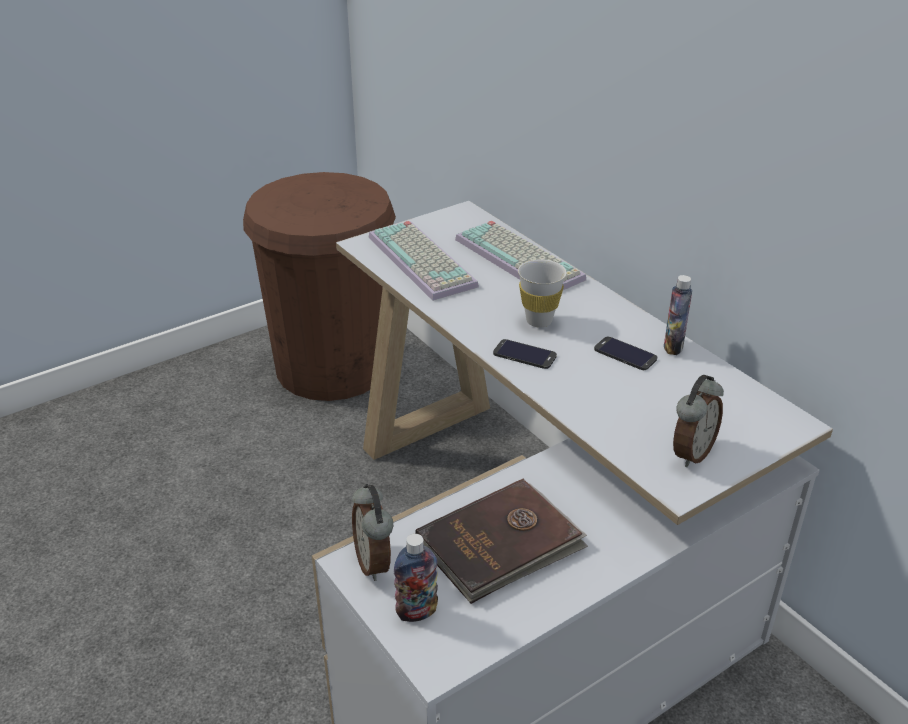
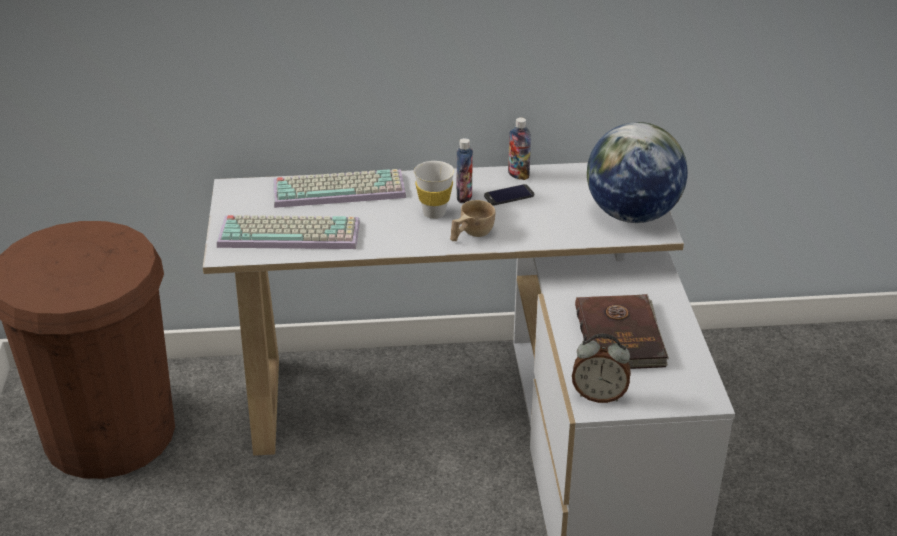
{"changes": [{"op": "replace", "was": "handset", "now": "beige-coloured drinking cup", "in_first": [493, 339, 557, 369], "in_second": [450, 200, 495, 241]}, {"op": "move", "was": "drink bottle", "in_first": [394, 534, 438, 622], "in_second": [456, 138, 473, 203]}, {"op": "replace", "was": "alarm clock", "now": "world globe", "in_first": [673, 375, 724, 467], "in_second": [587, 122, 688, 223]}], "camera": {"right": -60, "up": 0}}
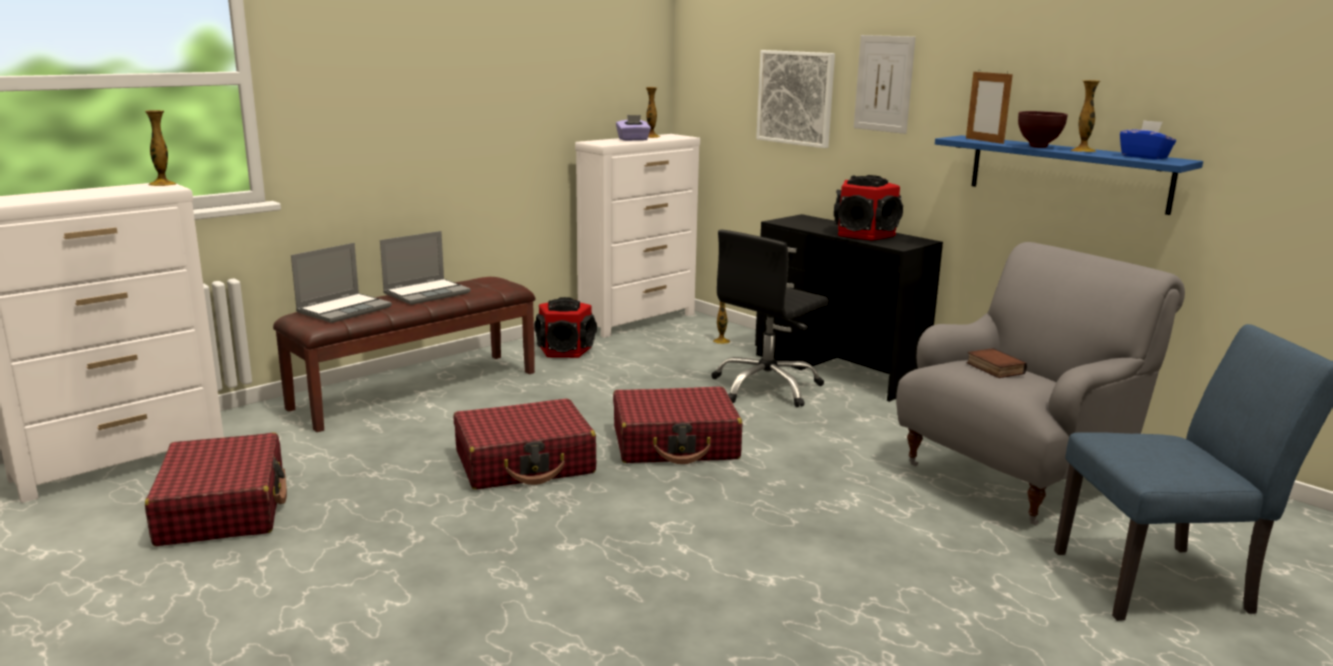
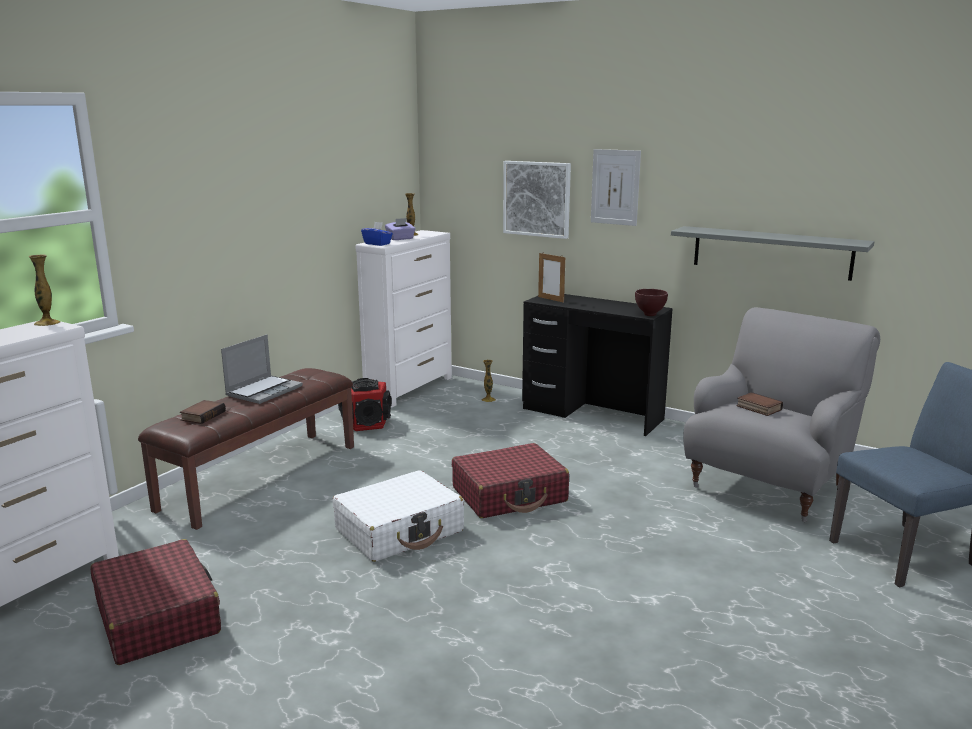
{"changes": [{"op": "replace", "was": "notebook computer", "now": "book", "in_first": [291, 243, 392, 323], "in_second": [180, 400, 226, 424]}, {"op": "recolor", "was": "reddish suitcase", "now": "whitish suitcase", "in_first": [454, 399, 596, 490], "in_second": [333, 470, 464, 562]}, {"op": "move", "was": "bluish tissue holder", "in_first": [1120, 120, 1176, 160], "in_second": [361, 222, 393, 246]}, {"op": "move", "was": "standing frame", "in_first": [966, 72, 1013, 144], "in_second": [538, 253, 565, 303]}, {"op": "move", "was": "brown-coloured deep dish", "in_first": [1018, 111, 1068, 148], "in_second": [635, 289, 668, 316]}, {"op": "recolor", "was": "bluish bracket shelf", "now": "grey bracket shelf", "in_first": [935, 135, 1203, 215], "in_second": [671, 226, 874, 281]}, {"op": "delete", "was": "blackish computer chair", "in_first": [711, 230, 829, 407]}, {"op": "delete", "was": "speaker", "in_first": [834, 175, 903, 241]}, {"op": "delete", "was": "vase", "in_first": [1070, 80, 1100, 152]}], "camera": {"right": -15, "up": 0}}
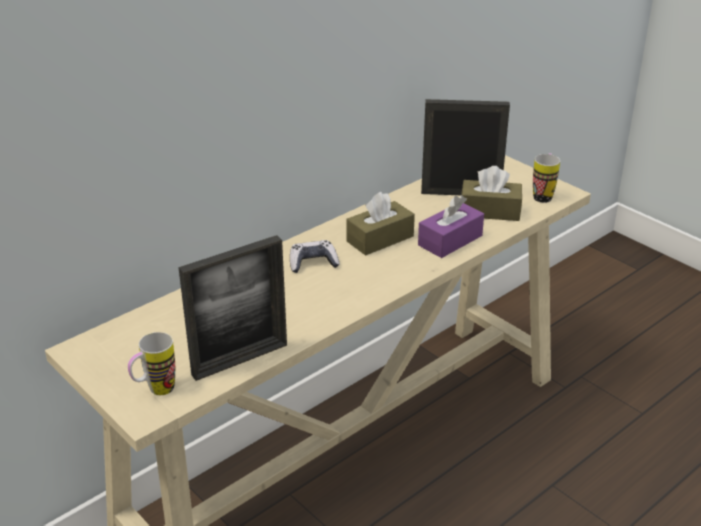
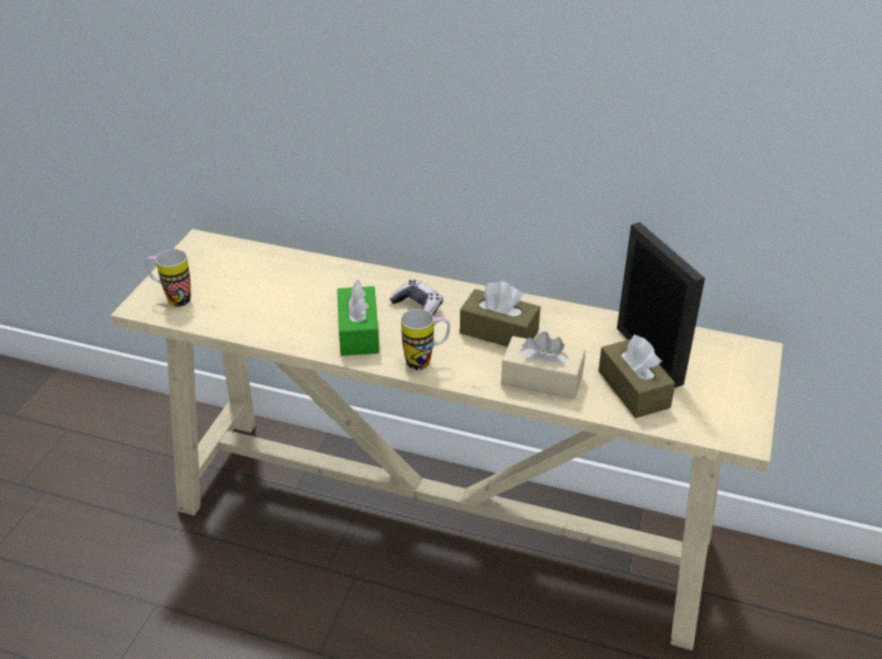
{"changes": [{"op": "insert", "now": "green-coloured tissue holder", "in_second": [337, 280, 379, 356]}, {"op": "move", "was": "tea mug", "in_first": [533, 153, 560, 203], "in_second": [401, 309, 450, 370]}, {"op": "recolor", "was": "purple-coloured tissue holder", "now": "beige-coloured tissue holder", "in_first": [418, 195, 484, 258], "in_second": [501, 331, 585, 399]}, {"op": "delete", "was": "standing frame", "in_first": [178, 235, 287, 381]}], "camera": {"right": 60, "up": 5}}
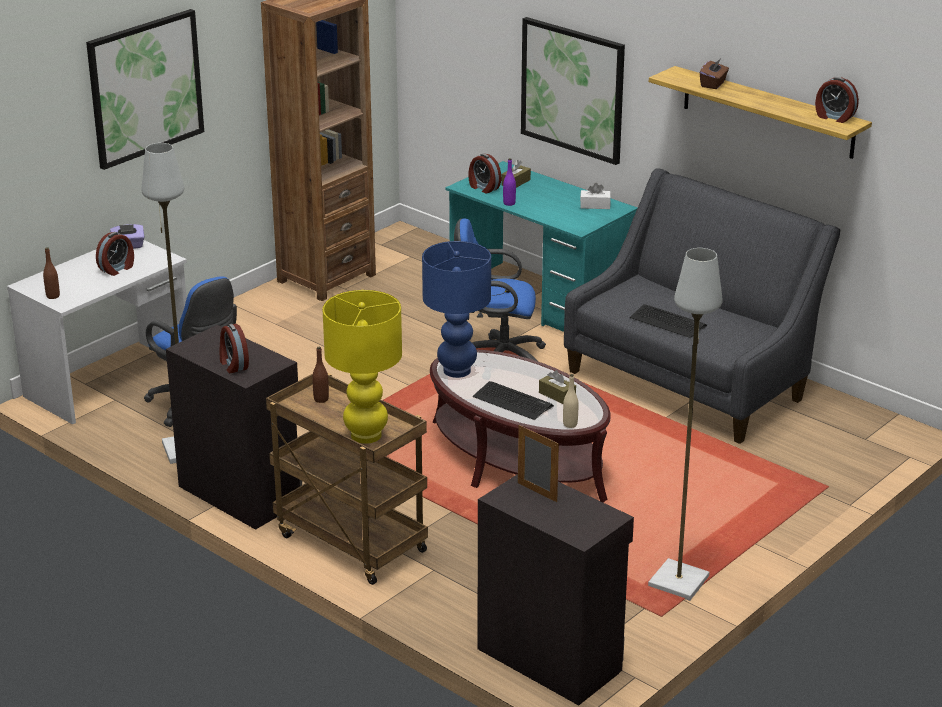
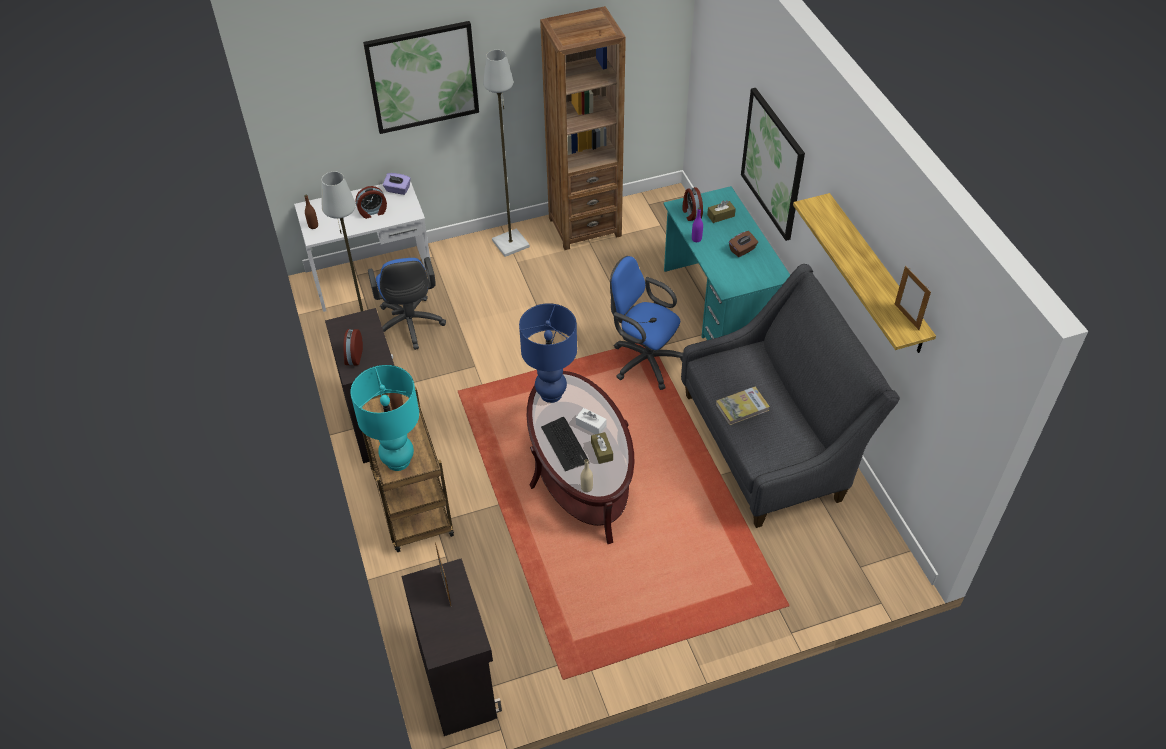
{"changes": [{"op": "recolor", "was": "yellow table lamp", "now": "turquoise table lamp", "in_first": [323, 290, 402, 444], "in_second": [350, 365, 419, 471]}, {"op": "move", "was": "grey standing lamp", "in_first": [648, 248, 722, 601], "in_second": [483, 50, 530, 257]}, {"op": "move", "was": "whitish tissue holder", "in_first": [580, 183, 611, 209], "in_second": [576, 408, 606, 434]}, {"op": "replace", "was": "keyboard", "now": "book", "in_first": [630, 304, 707, 338], "in_second": [716, 387, 770, 425]}, {"op": "move", "was": "brown-coloured tissue holder", "in_first": [700, 59, 729, 89], "in_second": [729, 231, 758, 257]}, {"op": "replace", "was": "alarm clock", "now": "standing frame", "in_first": [815, 77, 859, 123], "in_second": [895, 266, 931, 330]}], "camera": {"right": 30, "up": 20}}
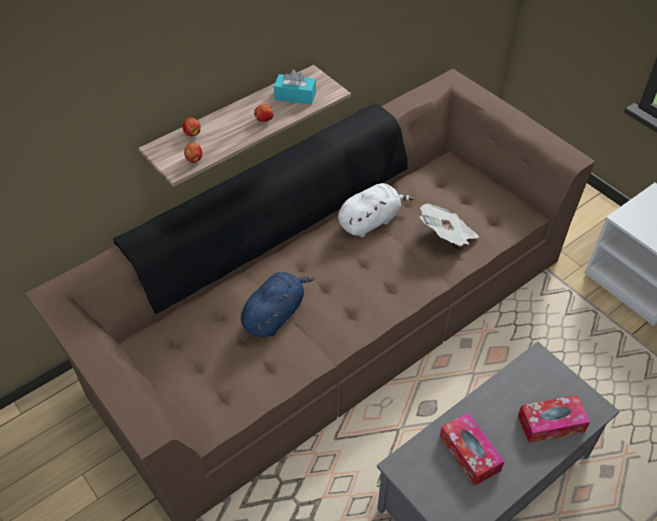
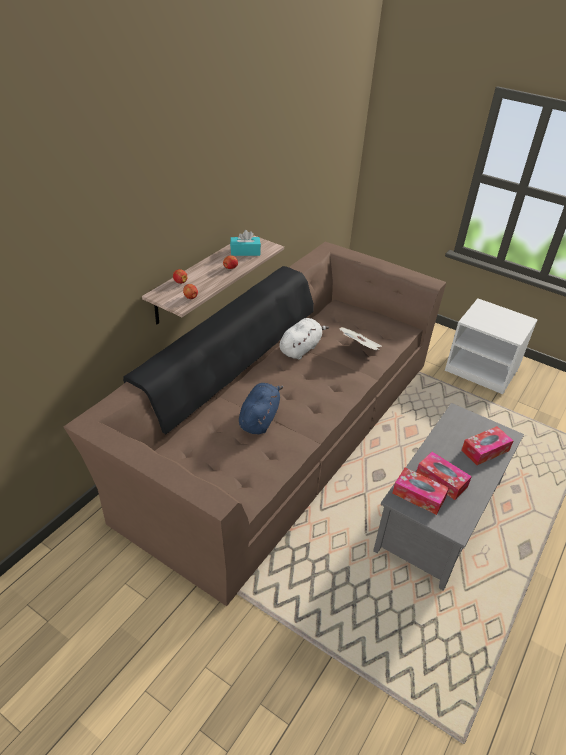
{"changes": [{"op": "insert", "now": "tissue holder", "in_second": [392, 468, 449, 515]}], "camera": {"right": -20, "up": -10}}
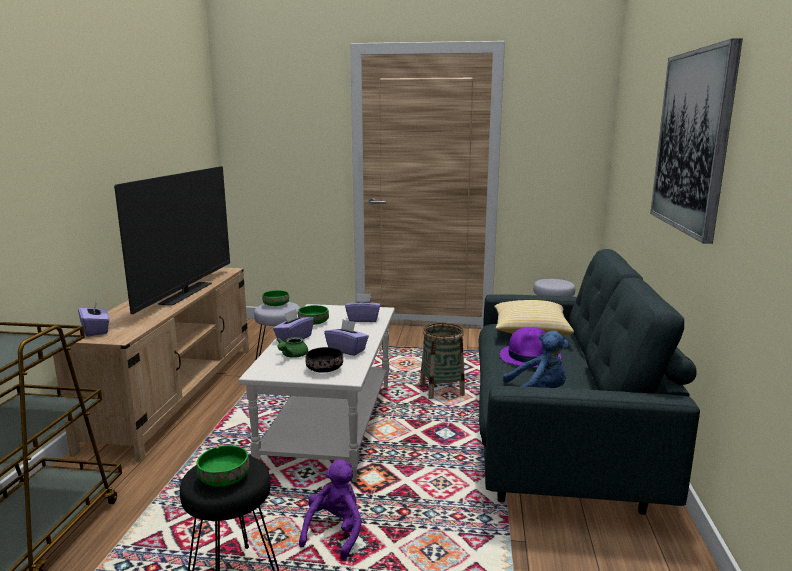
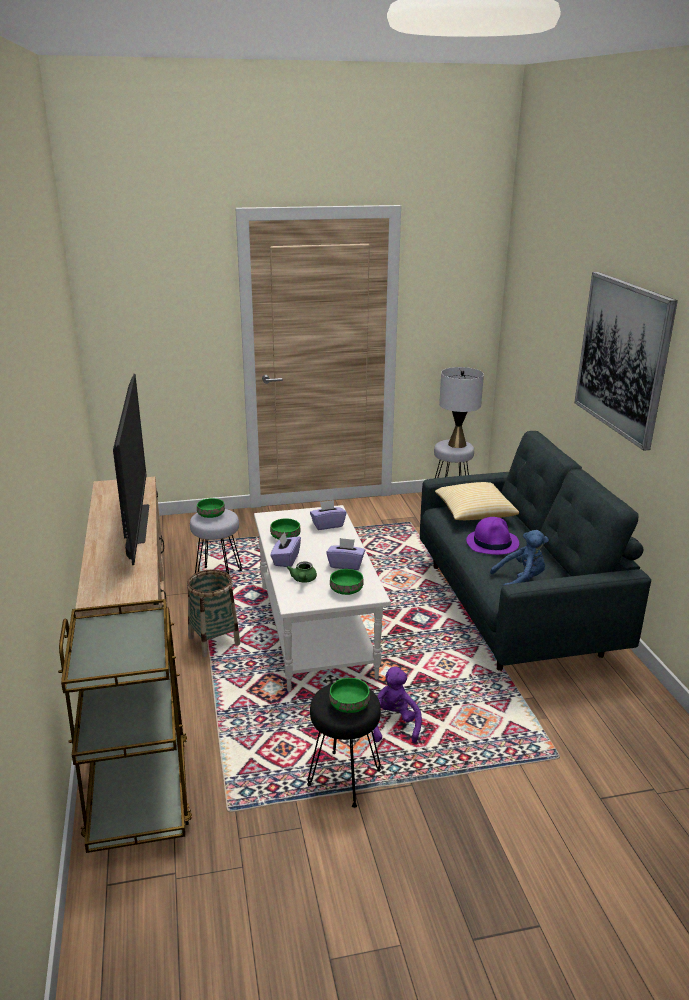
{"changes": [{"op": "move", "was": "storage basket", "in_first": [420, 323, 465, 399], "in_second": [187, 569, 240, 657]}, {"op": "recolor", "was": "blackish deep dish", "now": "green-coloured deep dish", "in_first": [306, 347, 343, 373], "in_second": [330, 569, 364, 595]}, {"op": "insert", "now": "grey table lamp", "in_second": [439, 367, 484, 448]}, {"op": "delete", "was": "purple-coloured tissue holder", "in_first": [78, 302, 110, 337]}], "camera": {"right": -20, "up": 10}}
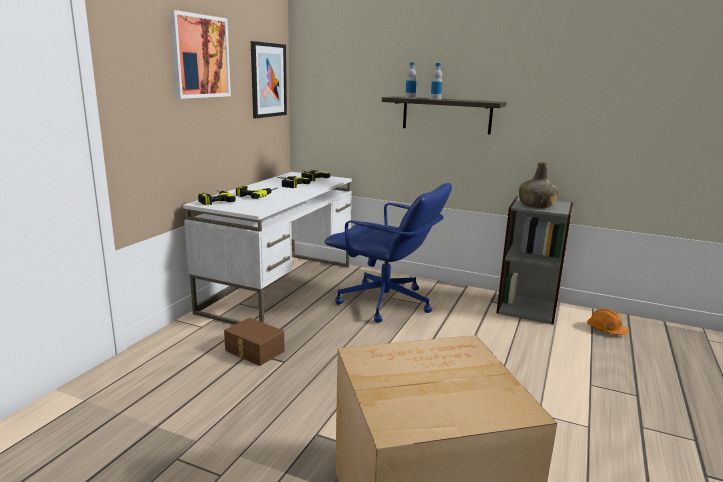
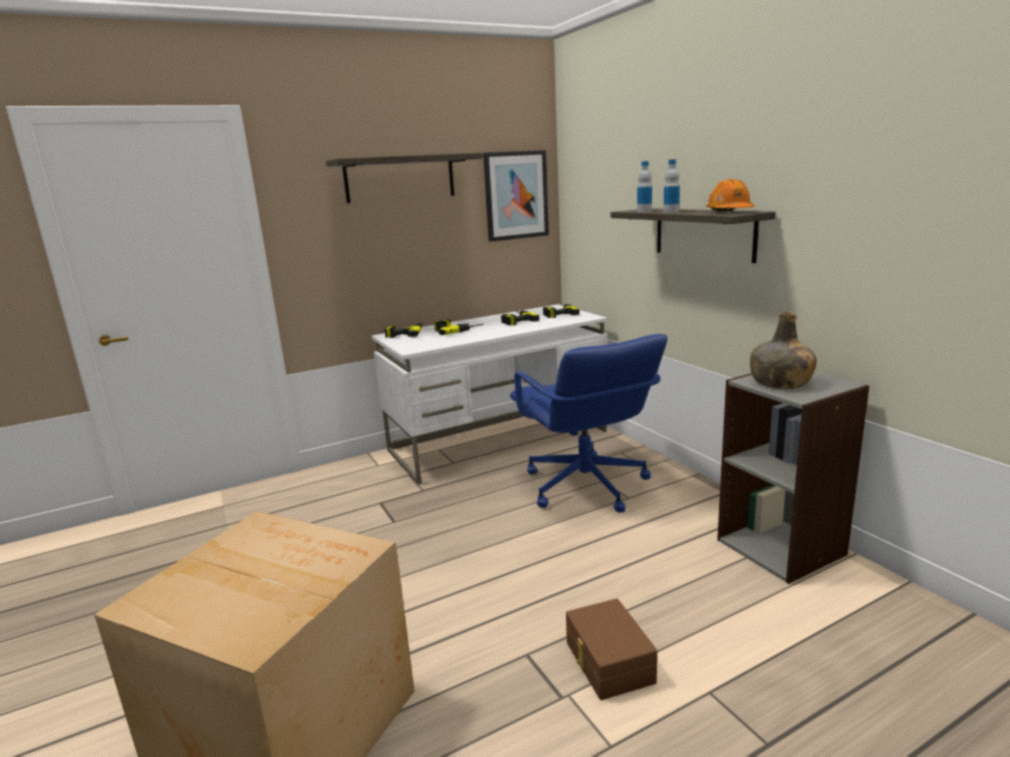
{"changes": [{"op": "replace", "was": "wall art", "now": "bracket shelf", "in_first": [169, 10, 231, 99], "in_second": [326, 153, 483, 203]}, {"op": "move", "was": "brown-coloured storage box", "in_first": [224, 318, 285, 366], "in_second": [566, 598, 657, 700]}, {"op": "move", "was": "orangey hard hat", "in_first": [587, 309, 628, 335], "in_second": [706, 179, 755, 212]}], "camera": {"right": 40, "up": 0}}
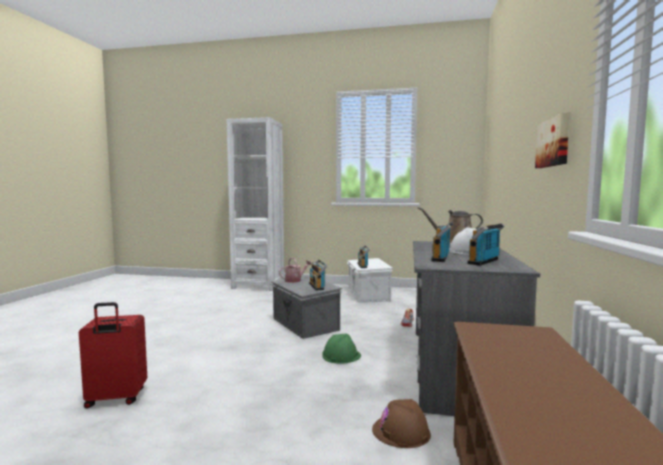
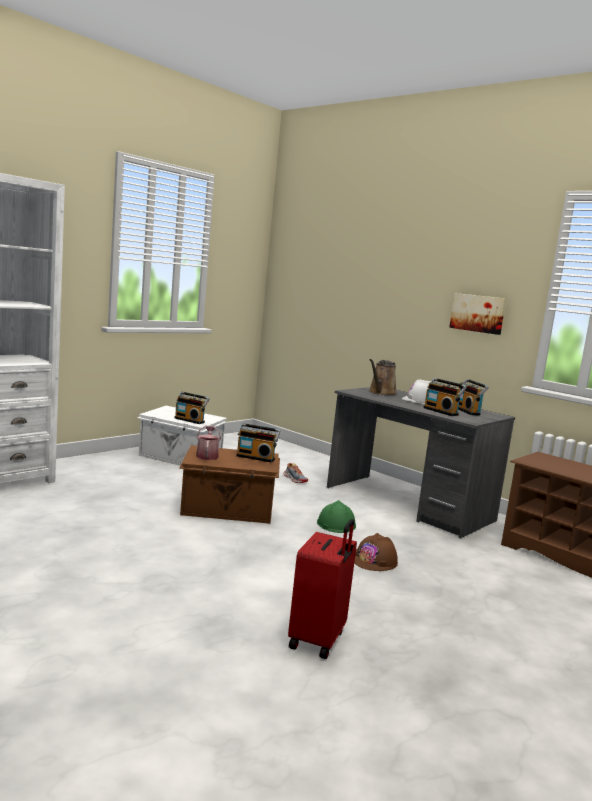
{"changes": [{"op": "recolor", "was": "grey storage box", "now": "brown-coloured storage box", "in_first": [270, 275, 342, 339], "in_second": [179, 445, 280, 524]}, {"op": "move", "was": "brown-coloured hard hat", "in_first": [372, 399, 431, 448], "in_second": [354, 533, 398, 571]}], "camera": {"right": -60, "up": 5}}
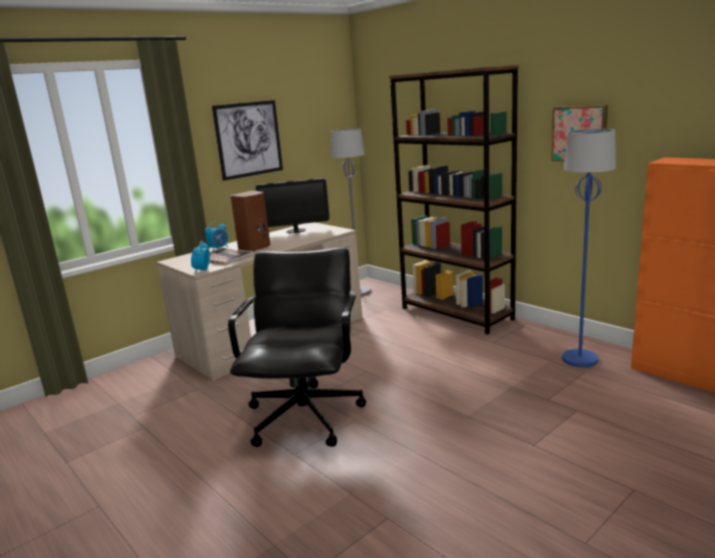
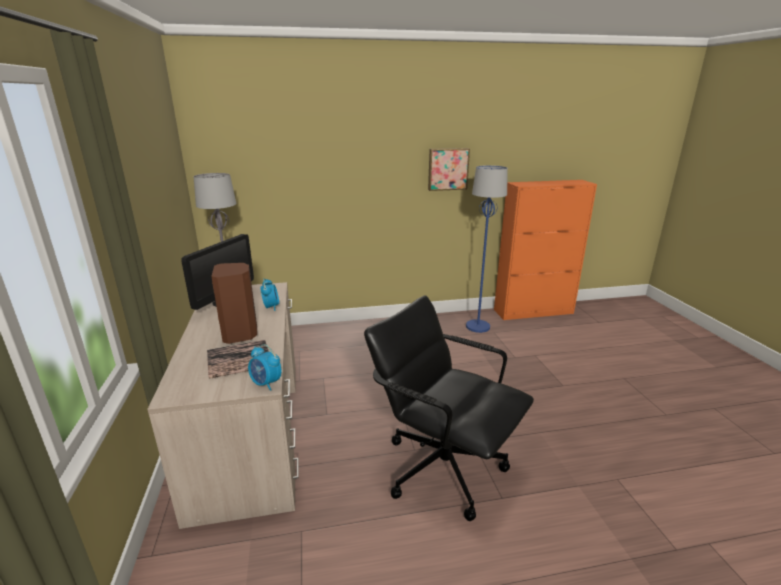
{"changes": [{"op": "move", "was": "alarm clock", "in_first": [205, 222, 228, 251], "in_second": [261, 278, 279, 311]}, {"op": "delete", "was": "wall art", "in_first": [212, 100, 283, 181]}, {"op": "delete", "was": "brown-coloured bookshelf", "in_first": [389, 65, 519, 335]}], "camera": {"right": -60, "up": 5}}
